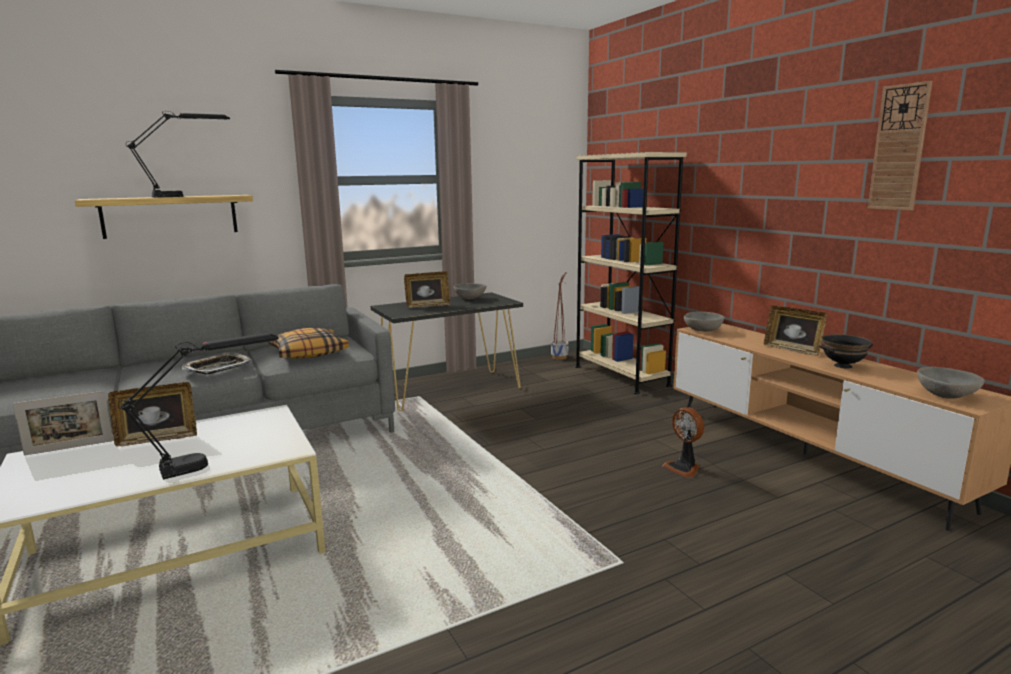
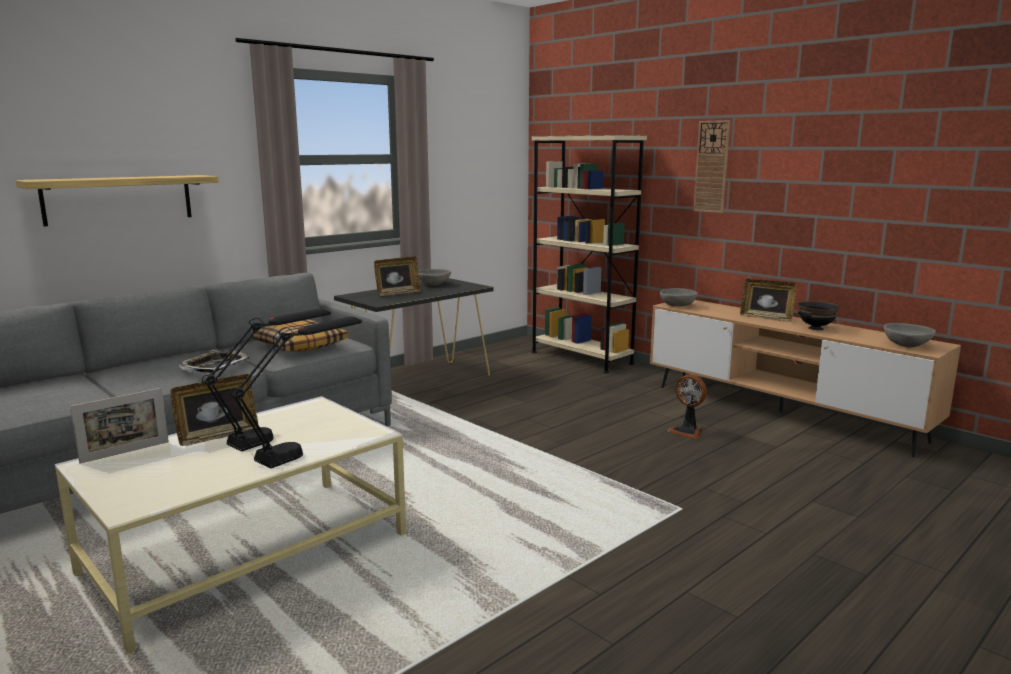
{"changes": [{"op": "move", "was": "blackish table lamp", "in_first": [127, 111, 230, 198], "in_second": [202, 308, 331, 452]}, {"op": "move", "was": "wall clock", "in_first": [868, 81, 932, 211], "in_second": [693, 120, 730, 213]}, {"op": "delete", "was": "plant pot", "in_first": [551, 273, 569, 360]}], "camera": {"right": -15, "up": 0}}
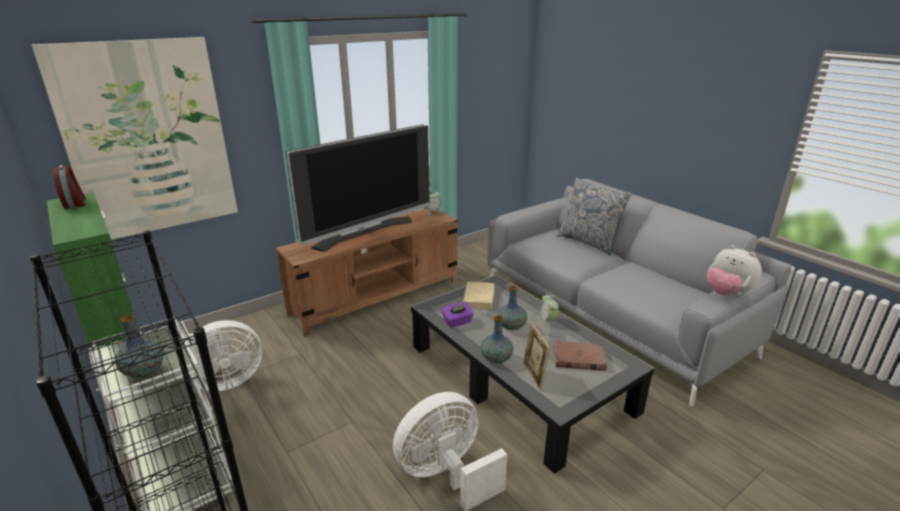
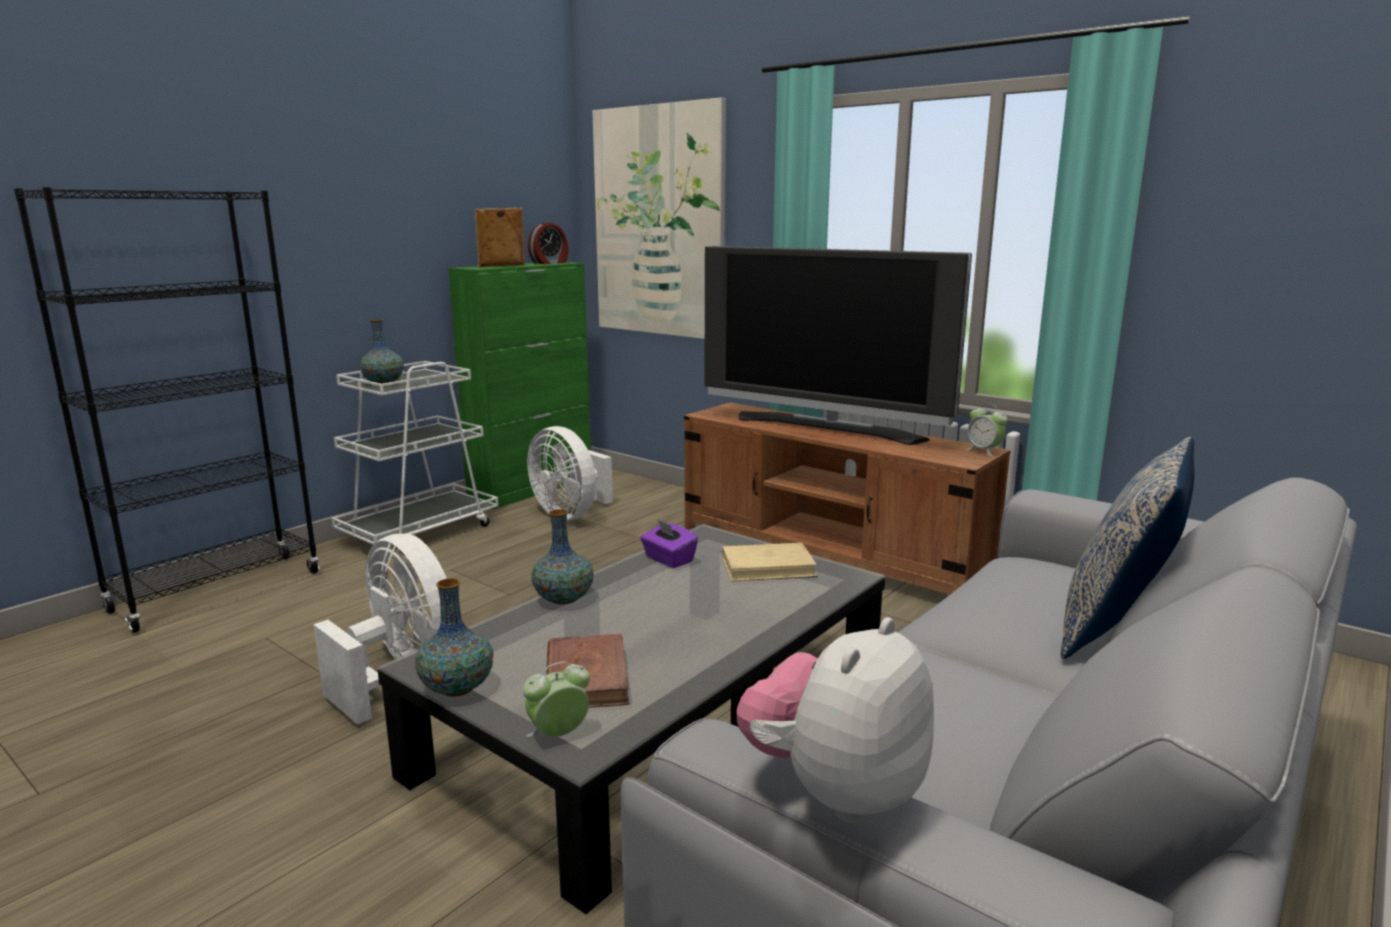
{"changes": [{"op": "move", "was": "vase", "in_first": [497, 286, 527, 330], "in_second": [415, 579, 494, 697]}, {"op": "move", "was": "standing frame", "in_first": [523, 322, 550, 391], "in_second": [475, 208, 525, 267]}, {"op": "move", "was": "alarm clock", "in_first": [539, 294, 559, 327], "in_second": [523, 661, 590, 737]}], "camera": {"right": 75, "up": -10}}
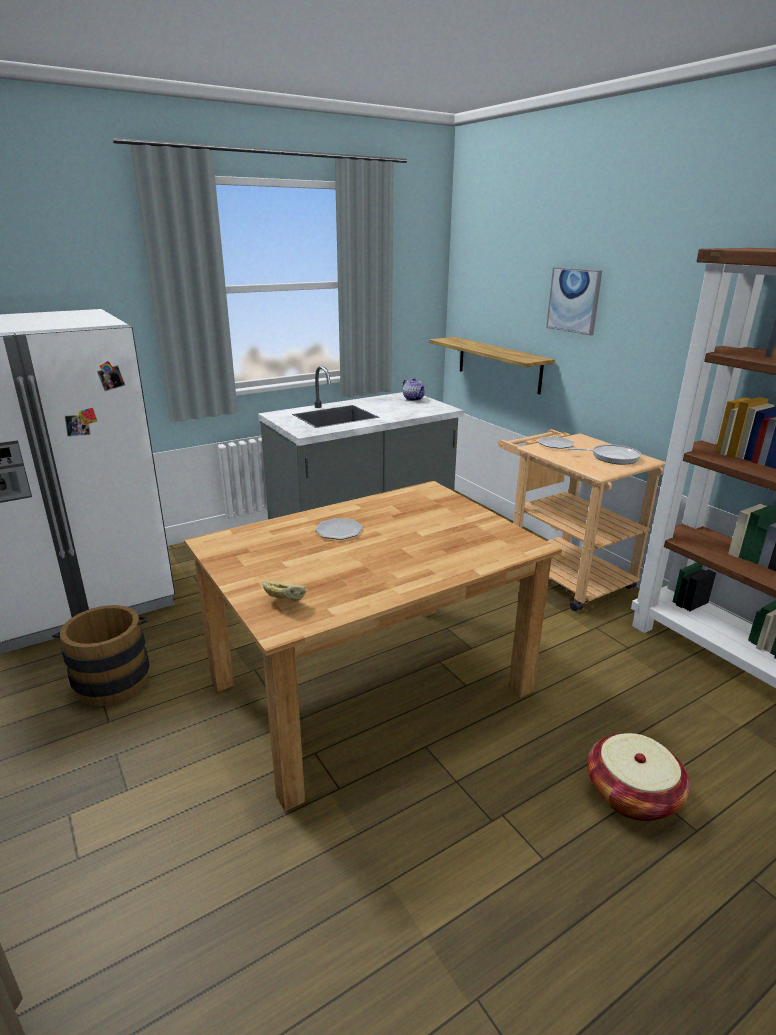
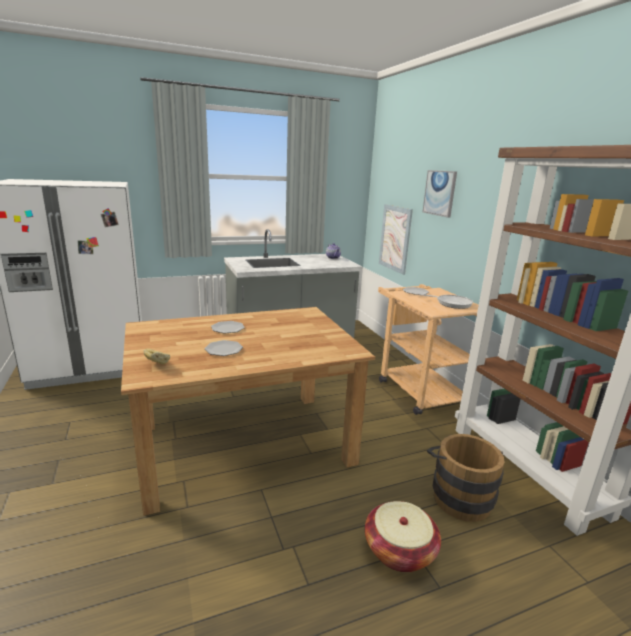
{"changes": [{"op": "insert", "now": "dinner plate", "in_second": [205, 340, 243, 356]}, {"op": "replace", "was": "bracket shelf", "now": "wall art", "in_first": [429, 337, 555, 395], "in_second": [379, 204, 413, 275]}, {"op": "move", "was": "brown-coloured bucket", "in_first": [52, 605, 150, 706], "in_second": [427, 434, 504, 522]}], "camera": {"right": 10, "up": -5}}
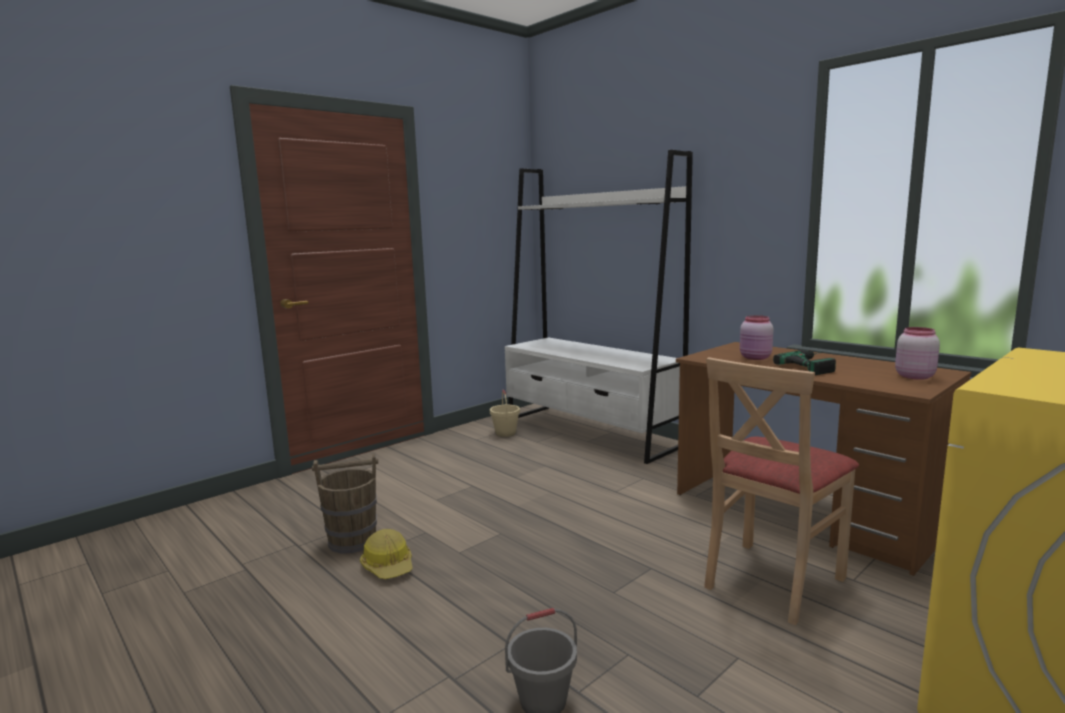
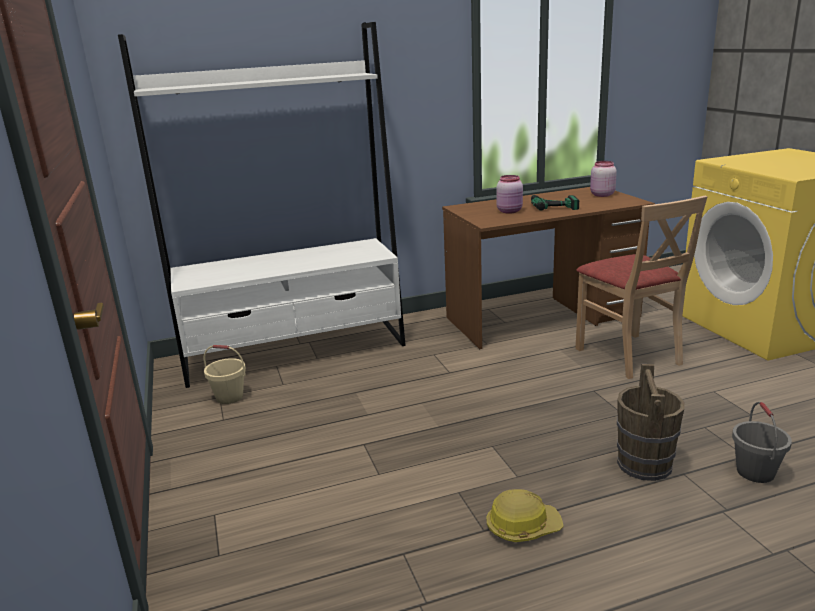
{"changes": [{"op": "move", "was": "brown-coloured bucket", "in_first": [312, 454, 378, 554], "in_second": [617, 364, 685, 481]}], "camera": {"right": -65, "up": 10}}
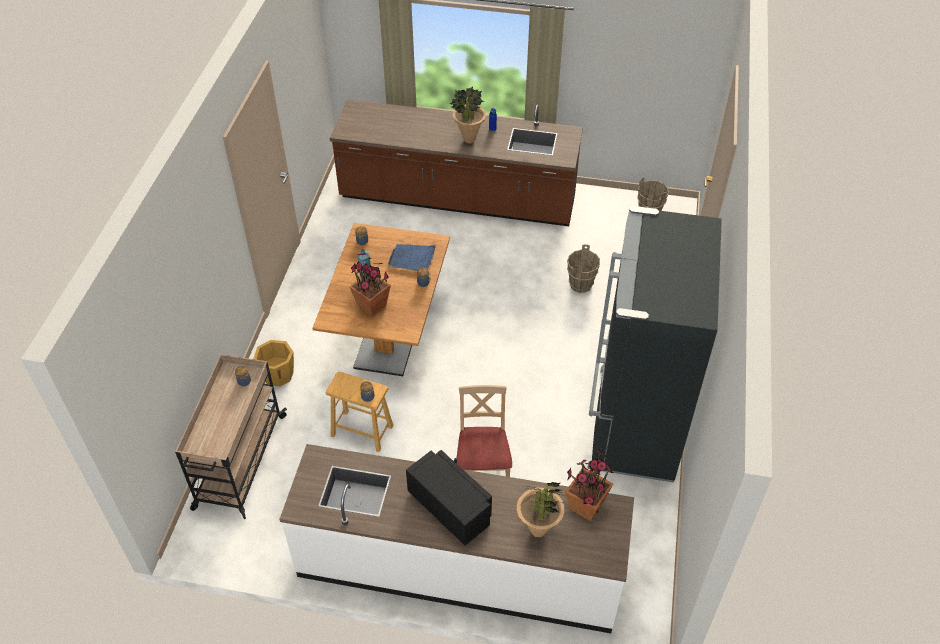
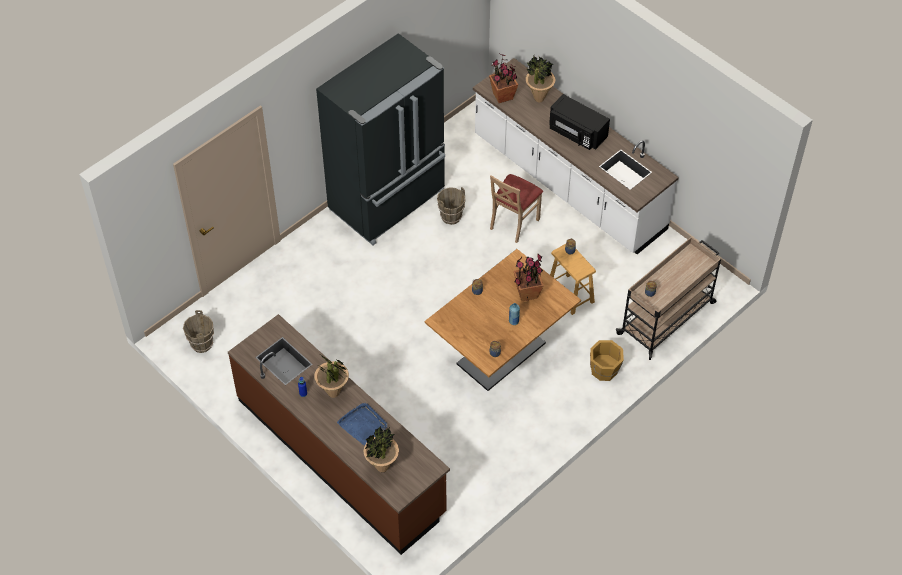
{"changes": [{"op": "move", "was": "bluish serving tray", "in_first": [388, 244, 436, 271], "in_second": [337, 403, 388, 445]}, {"op": "insert", "now": "plant in a pot", "in_second": [364, 426, 399, 473]}, {"op": "move", "was": "brown-coloured bucket", "in_first": [567, 244, 600, 293], "in_second": [437, 187, 465, 225]}, {"op": "rotate", "was": "blackish microwave", "in_first": [406, 450, 492, 546], "in_second": [549, 94, 610, 150], "clockwise": -45}], "camera": {"right": -145, "up": 5}}
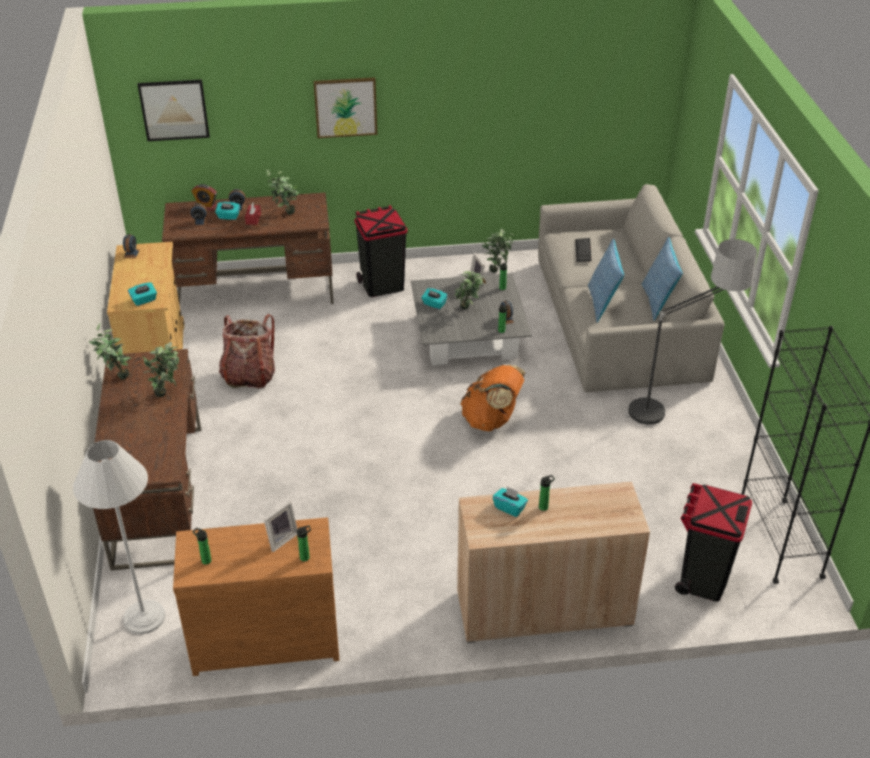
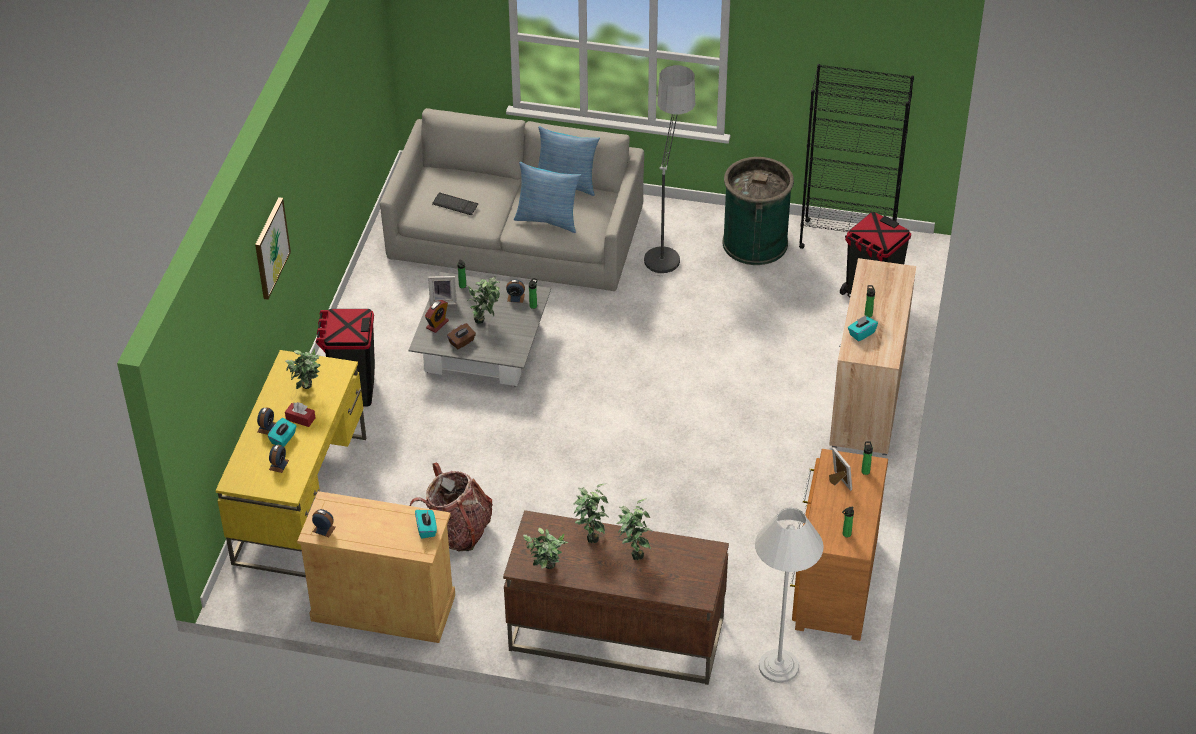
{"changes": [{"op": "recolor", "was": "brown-coloured desk unit", "now": "yellow desk unit", "in_first": [162, 193, 334, 305], "in_second": [215, 350, 366, 577]}, {"op": "move", "was": "alarm clock", "in_first": [191, 184, 217, 211], "in_second": [425, 300, 449, 333]}, {"op": "recolor", "was": "turquoise tissue holder", "now": "brown-coloured tissue holder", "in_first": [422, 288, 448, 309], "in_second": [447, 323, 476, 349]}, {"op": "move", "was": "plant in a pot", "in_first": [482, 229, 514, 273], "in_second": [616, 498, 653, 560]}, {"op": "insert", "now": "green-coloured rubbish bin", "in_second": [723, 157, 794, 265]}, {"op": "delete", "was": "wall art", "in_first": [138, 80, 210, 141]}, {"op": "delete", "was": "orangey backpack", "in_first": [460, 365, 525, 431]}], "camera": {"right": -70, "up": 5}}
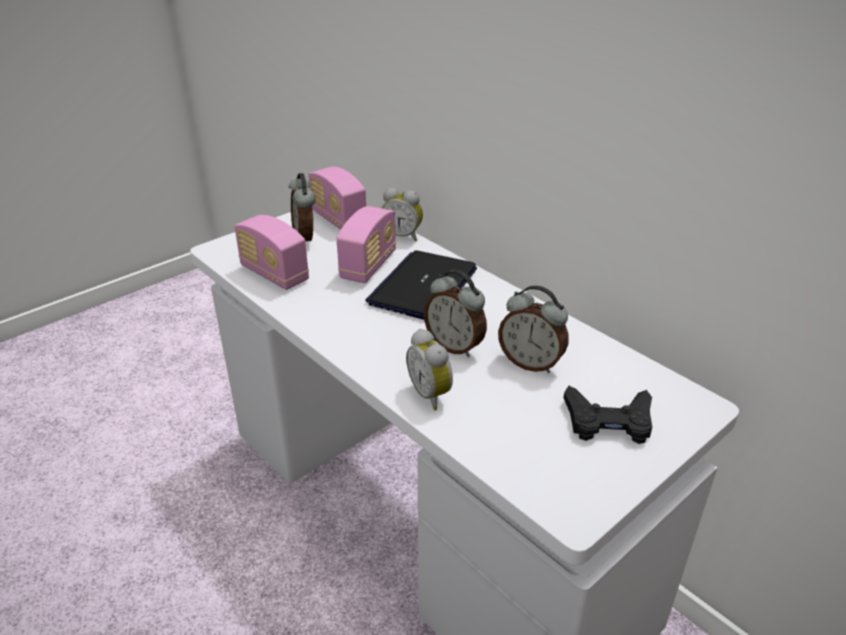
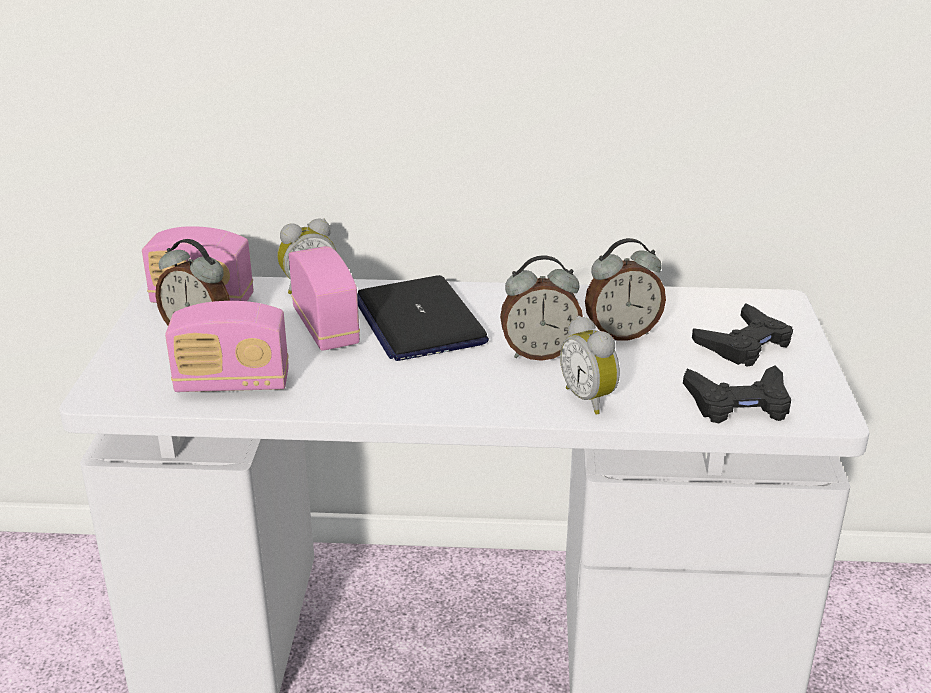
{"changes": [{"op": "rotate", "was": "alarm clock", "in_first": [406, 329, 453, 410], "in_second": [560, 316, 620, 415], "clockwise": 45}, {"op": "insert", "now": "blackish game controller", "in_second": [683, 366, 791, 423]}], "camera": {"right": -45, "up": -5}}
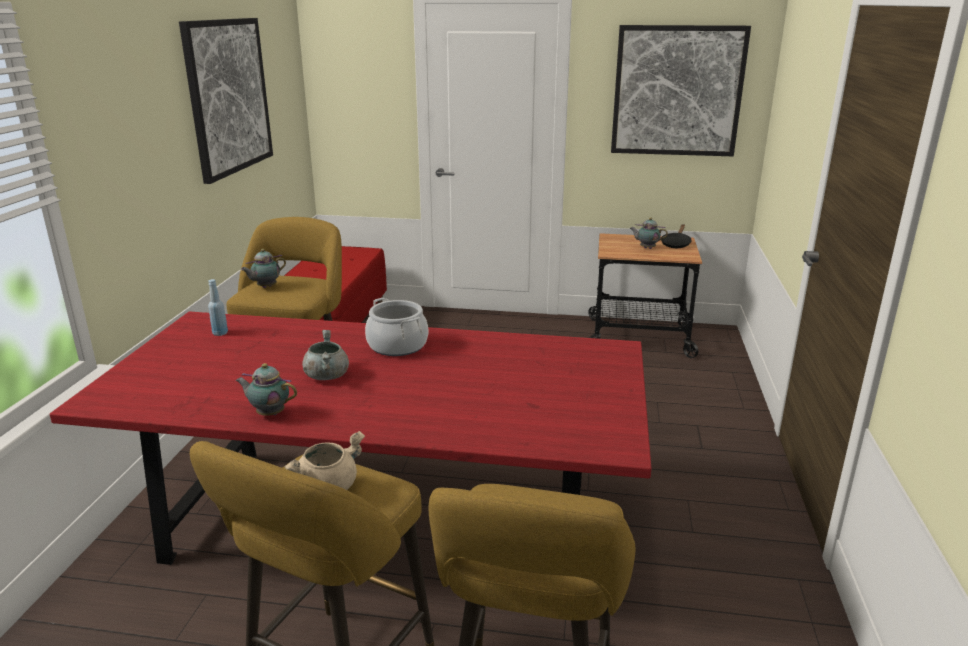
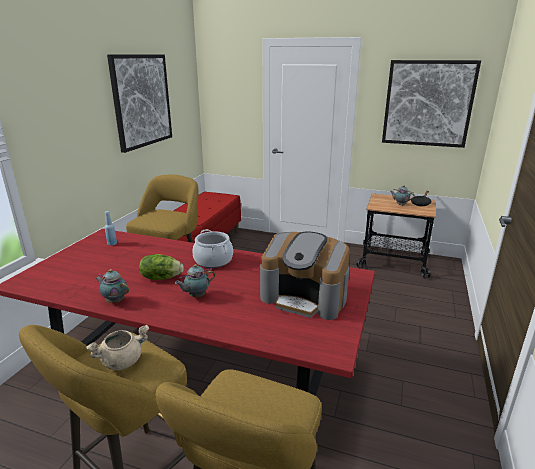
{"changes": [{"op": "replace", "was": "grey cooking pot", "now": "head of lettuce", "in_first": [302, 330, 349, 380], "in_second": [139, 254, 184, 280]}, {"op": "move", "was": "teapot", "in_first": [241, 249, 286, 288], "in_second": [175, 264, 215, 297]}, {"op": "insert", "now": "coffee maker", "in_second": [260, 232, 350, 320]}], "camera": {"right": 10, "up": 0}}
